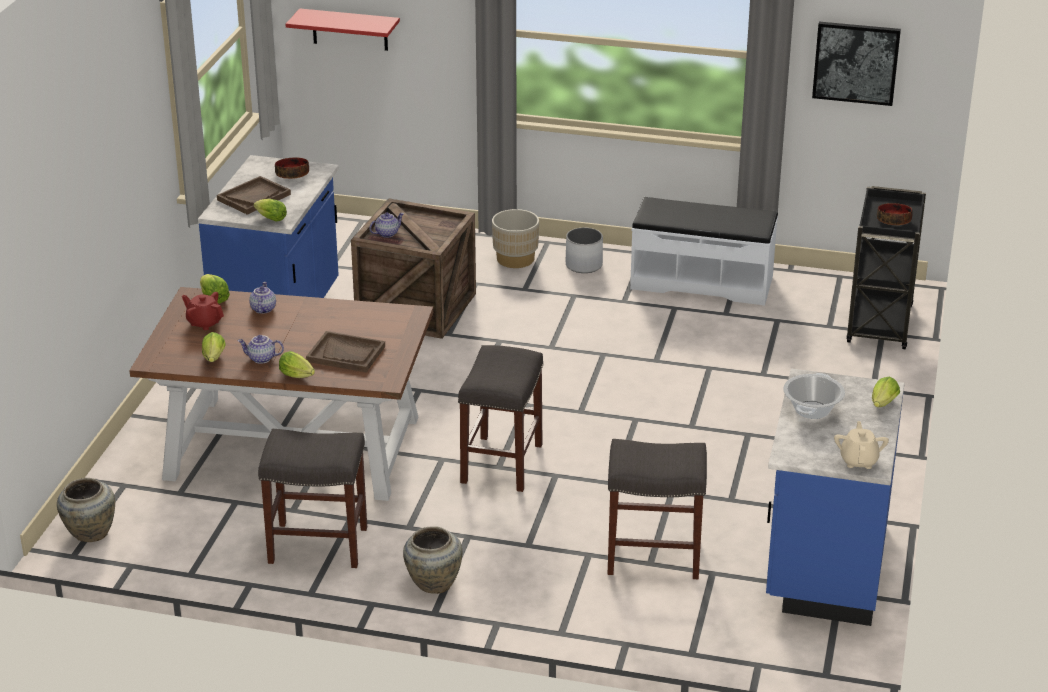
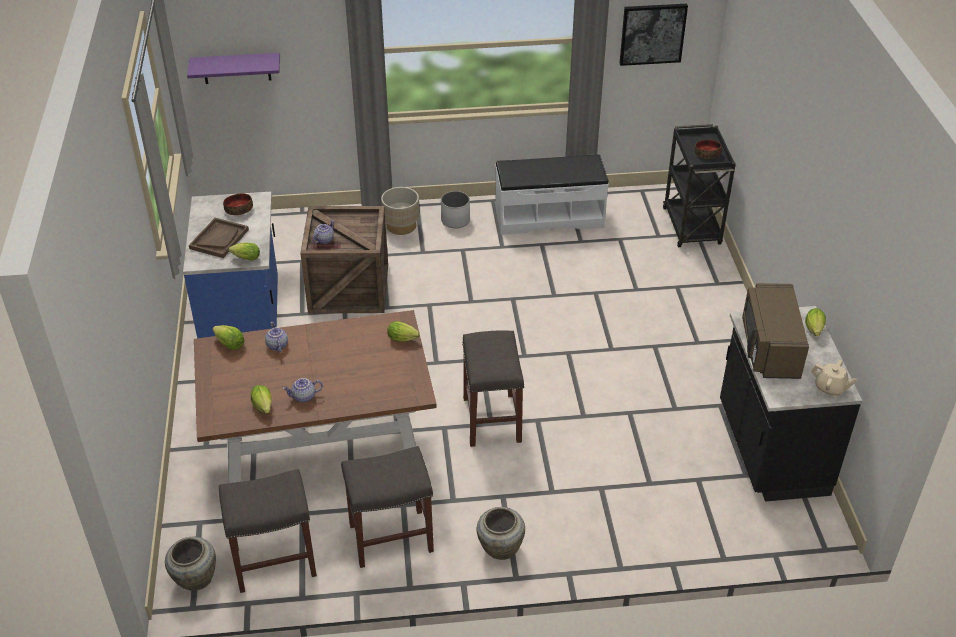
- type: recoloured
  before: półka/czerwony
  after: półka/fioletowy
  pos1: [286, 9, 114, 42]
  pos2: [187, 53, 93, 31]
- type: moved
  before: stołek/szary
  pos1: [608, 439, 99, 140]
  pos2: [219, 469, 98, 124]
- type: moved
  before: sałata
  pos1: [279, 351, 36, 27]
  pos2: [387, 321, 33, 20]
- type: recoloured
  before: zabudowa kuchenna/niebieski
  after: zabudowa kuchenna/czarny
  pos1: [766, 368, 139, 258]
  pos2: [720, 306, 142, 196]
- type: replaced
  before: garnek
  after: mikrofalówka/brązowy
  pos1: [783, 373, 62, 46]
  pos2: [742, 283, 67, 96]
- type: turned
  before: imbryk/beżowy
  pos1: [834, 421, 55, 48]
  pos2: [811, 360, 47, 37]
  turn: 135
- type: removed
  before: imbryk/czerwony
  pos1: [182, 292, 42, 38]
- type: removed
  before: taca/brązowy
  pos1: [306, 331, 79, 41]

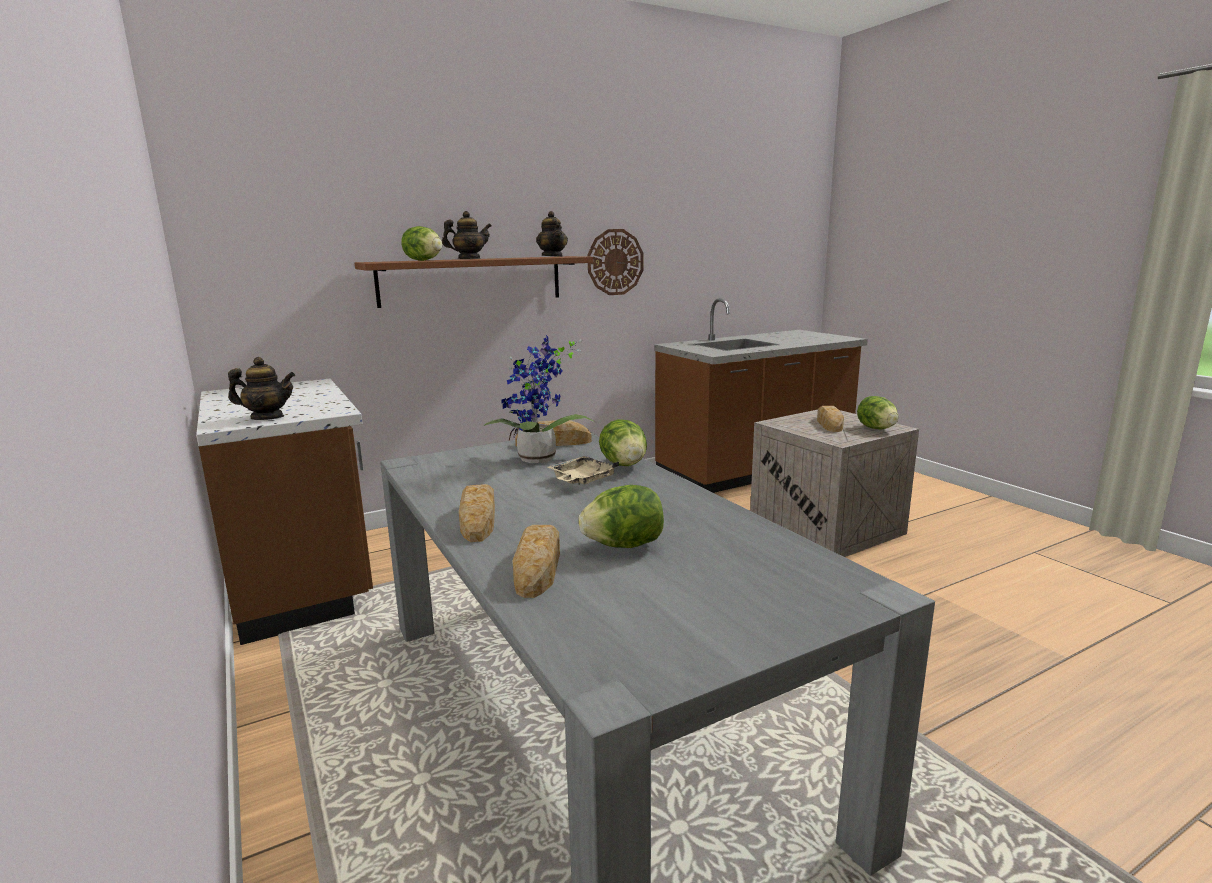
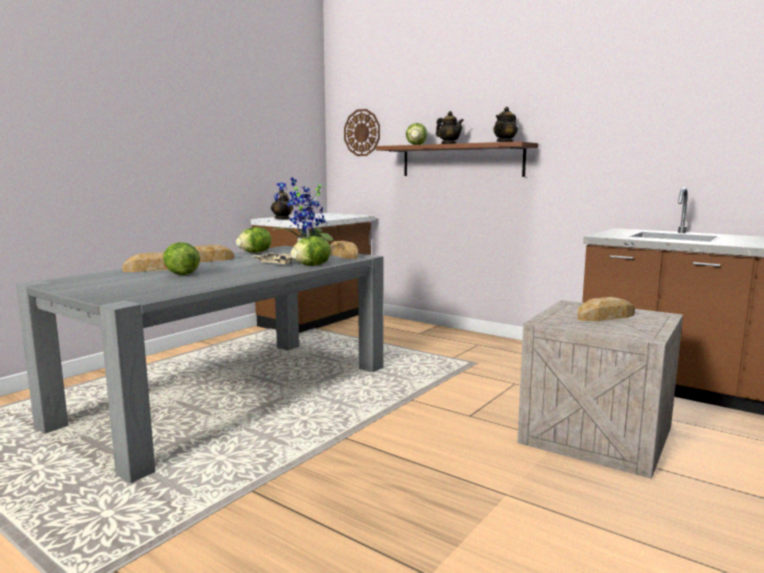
- type: moved
  before: sałata
  pos1: [857, 396, 41, 33]
  pos2: [236, 227, 35, 26]
- type: moved
  before: zegar ścienny
  pos1: [587, 229, 56, 66]
  pos2: [344, 109, 36, 47]

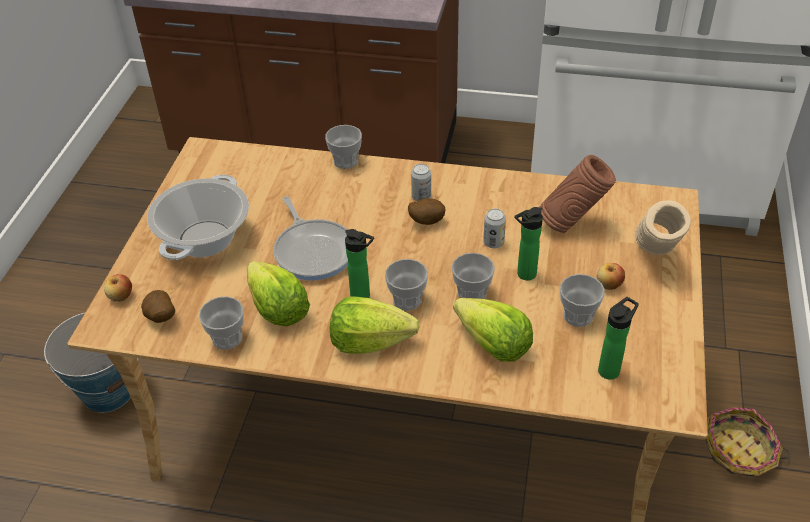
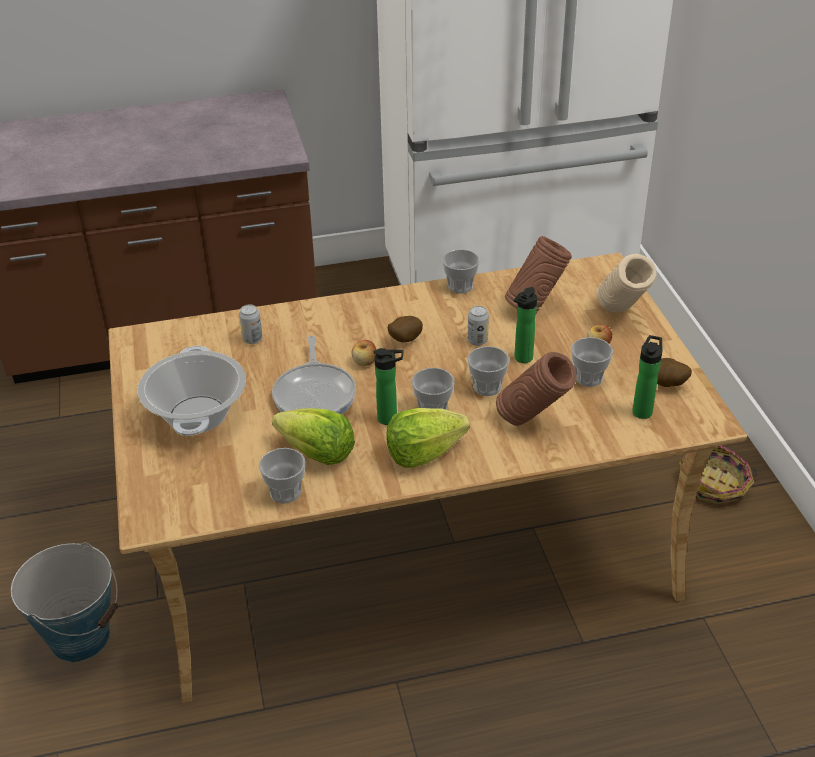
- type: moved
  before: puszka
  pos1: [411, 164, 20, 37]
  pos2: [239, 304, 24, 40]
- type: turned
  before: patelnia
  pos1: [274, 196, 74, 85]
  pos2: [272, 335, 84, 79]
  turn: 45
- type: moved
  before: jabłko
  pos1: [104, 274, 28, 28]
  pos2: [352, 340, 24, 26]
- type: moved
  before: filiżanka
  pos1: [325, 125, 37, 44]
  pos2: [442, 249, 38, 45]
- type: replaced
  before: sałata
  after: wazon/brązowy
  pos1: [453, 298, 80, 64]
  pos2: [496, 352, 81, 74]
- type: moved
  before: ziemniak
  pos1: [141, 290, 34, 33]
  pos2: [657, 358, 35, 29]

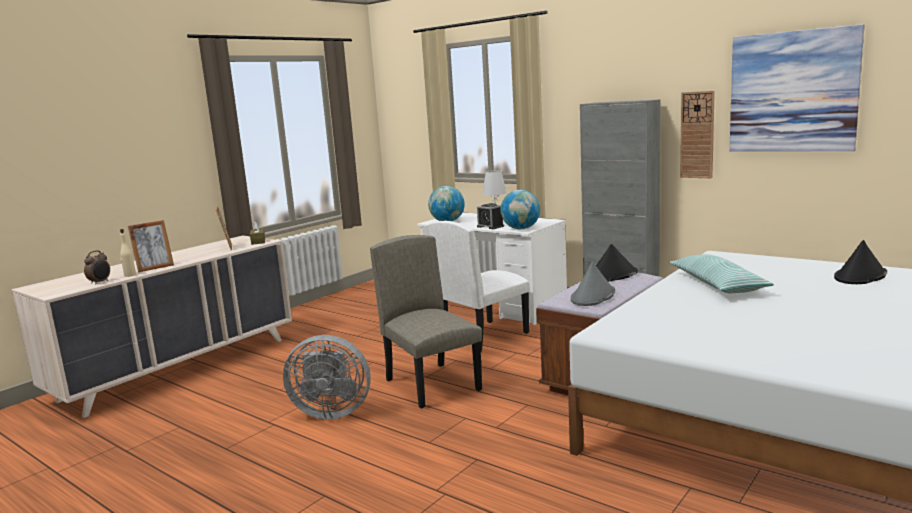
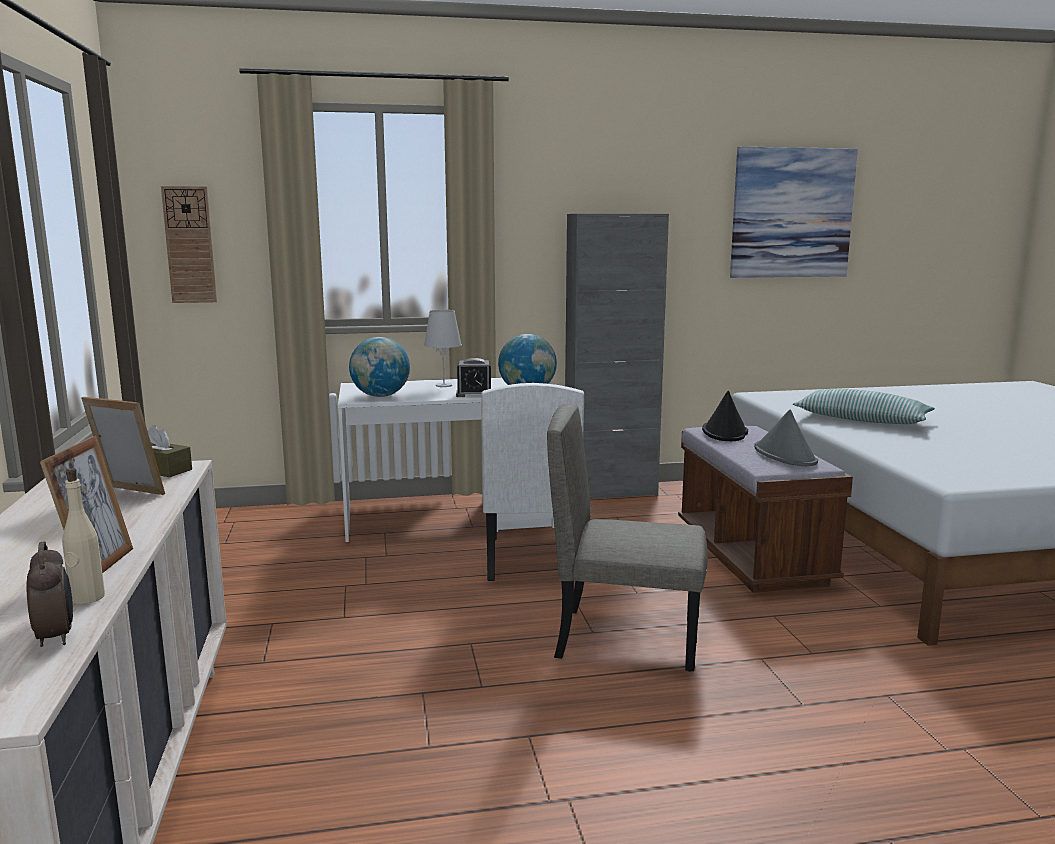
- type: moved
  before: zegar ścienny
  pos1: [680, 91, 35, 87]
  pos2: [161, 186, 56, 117]
- type: removed
  before: wentylator/szary
  pos1: [283, 335, 88, 85]
- type: removed
  before: kapelusz/czarny
  pos1: [834, 240, 53, 44]

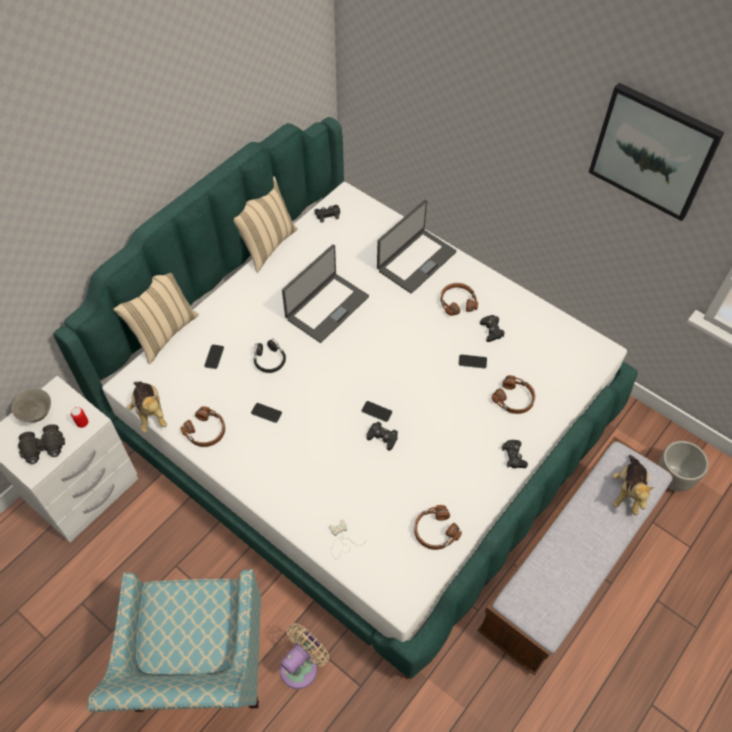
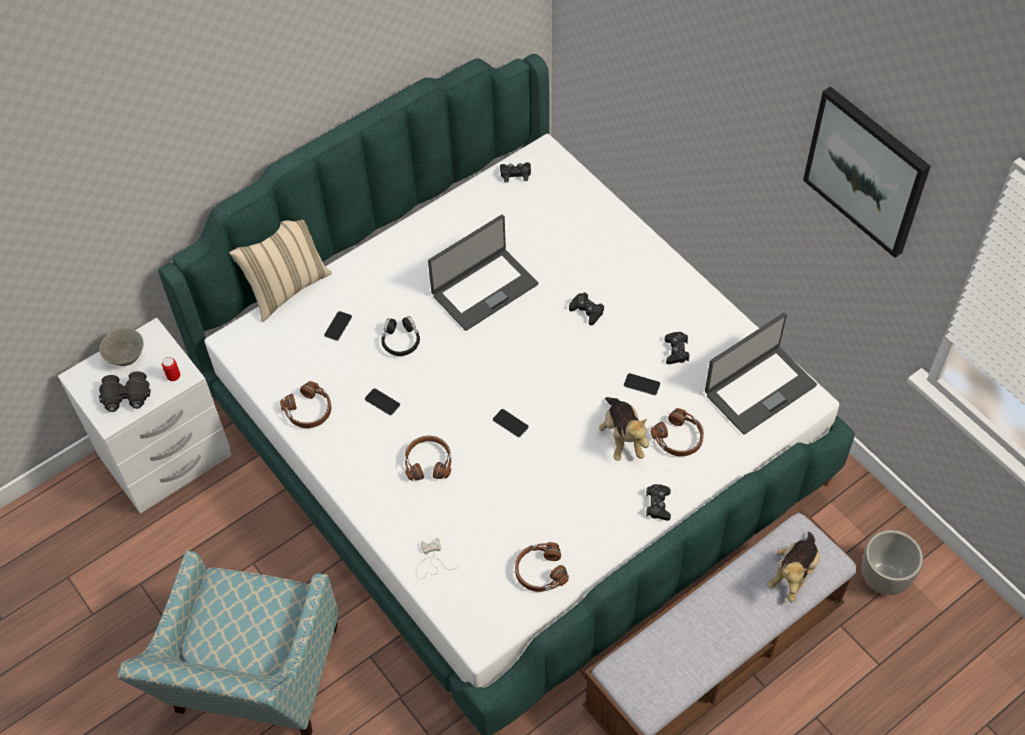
- type: moved
  before: słuchawki/brązowy
  pos1: [441, 283, 37, 33]
  pos2: [405, 436, 46, 45]
- type: moved
  before: pad do gier/czarny
  pos1: [366, 422, 32, 29]
  pos2: [569, 293, 35, 32]
- type: moved
  before: pluszak
  pos1: [127, 382, 40, 51]
  pos2: [599, 397, 50, 64]
- type: moved
  before: laptop
  pos1: [377, 200, 80, 93]
  pos2: [705, 313, 112, 121]
- type: removed
  before: poduszka/beżowy
  pos1: [234, 176, 64, 97]
- type: removed
  before: wentylator/beżowy
  pos1: [280, 623, 49, 66]

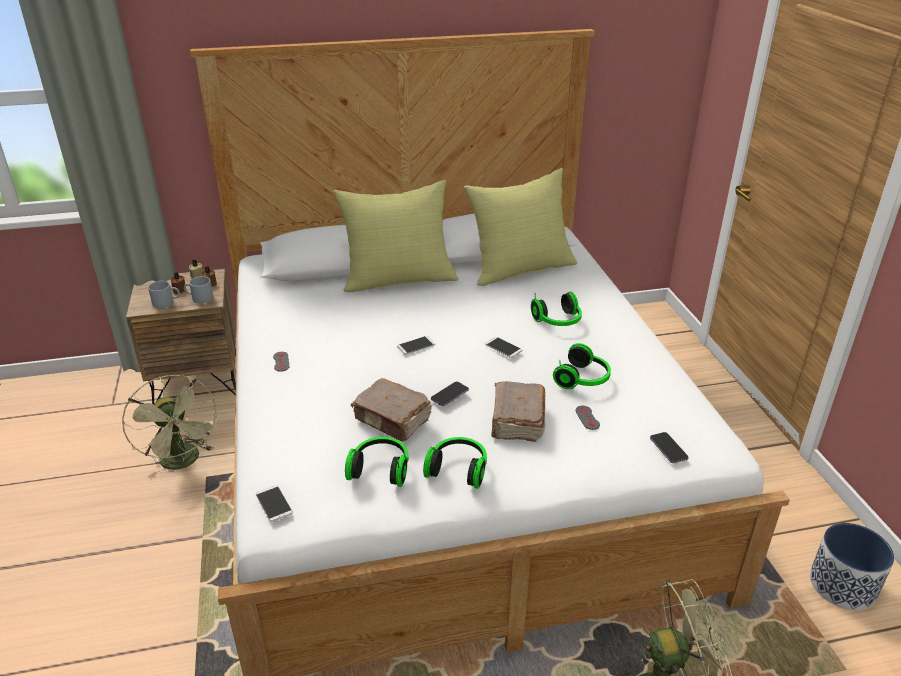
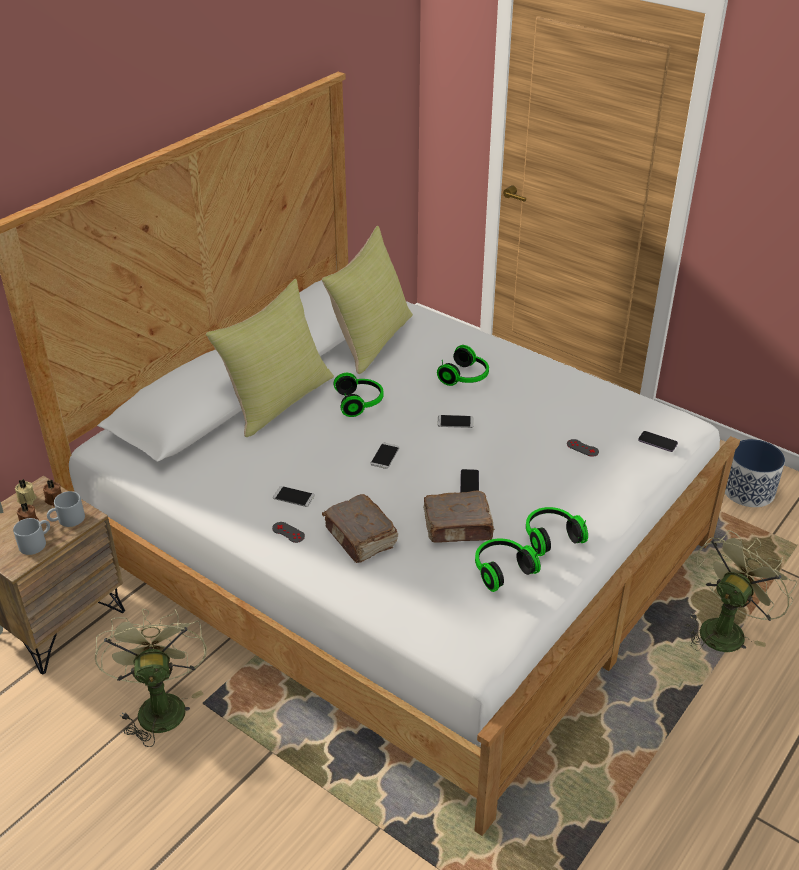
- type: turned
  before: wentylator/zielony
  pos1: [122, 375, 97, 103]
  pos2: [95, 608, 112, 139]
  turn: -120
- type: moved
  before: telefon
  pos1: [256, 485, 37, 37]
  pos2: [273, 486, 42, 21]
- type: moved
  before: książka/brązowy
  pos1: [491, 381, 55, 61]
  pos2: [322, 494, 76, 69]
- type: moved
  before: słuchawki
  pos1: [553, 343, 58, 46]
  pos2: [334, 373, 49, 44]

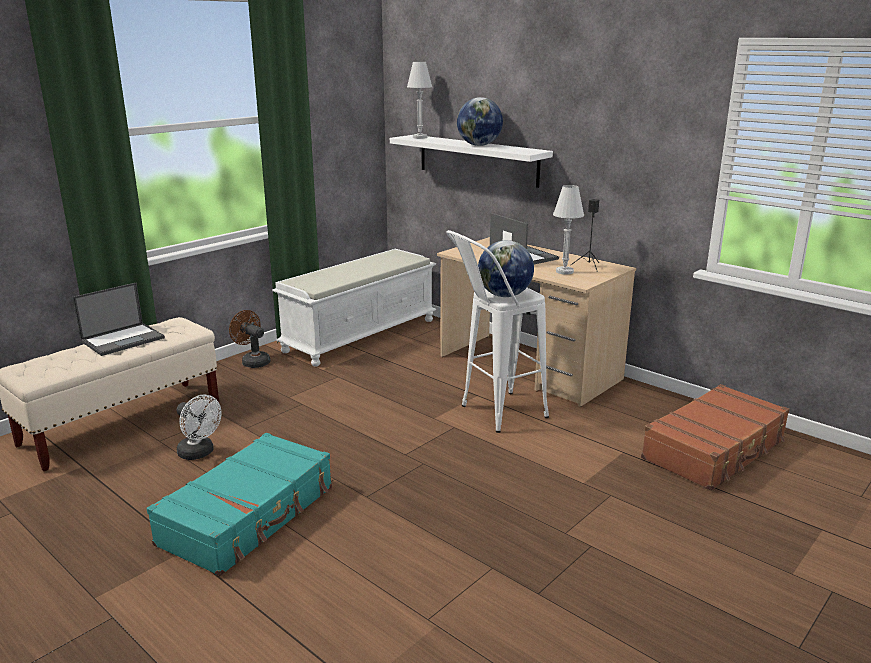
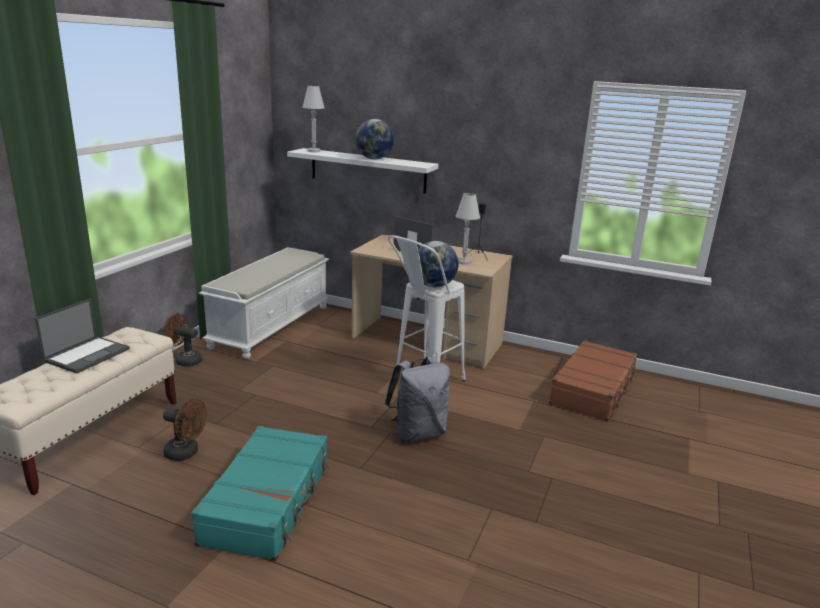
- type: recoloured
  before: wentylator/biały
  after: wentylator/brązowy
  pos1: [177, 395, 44, 65]
  pos2: [163, 398, 44, 63]
- type: added
  after: plecak/szary
  pos2: [384, 356, 66, 86]

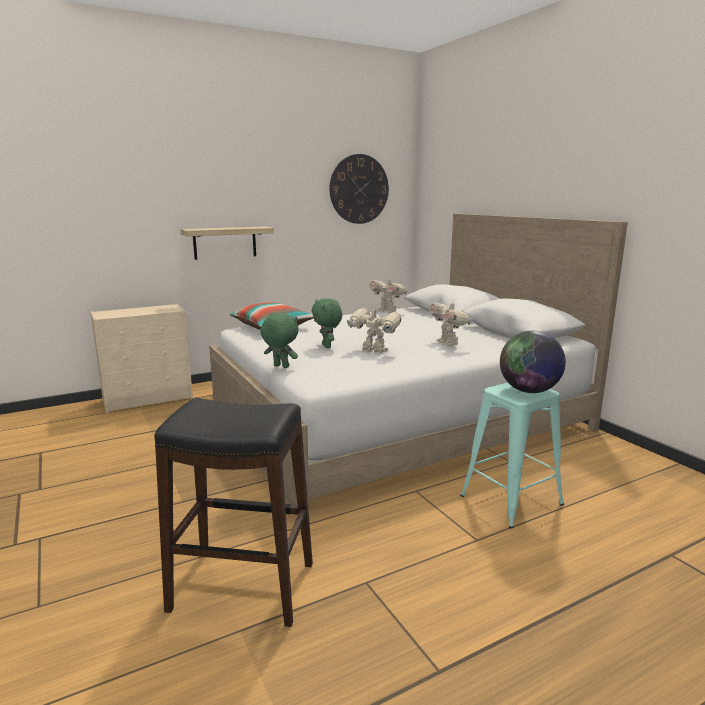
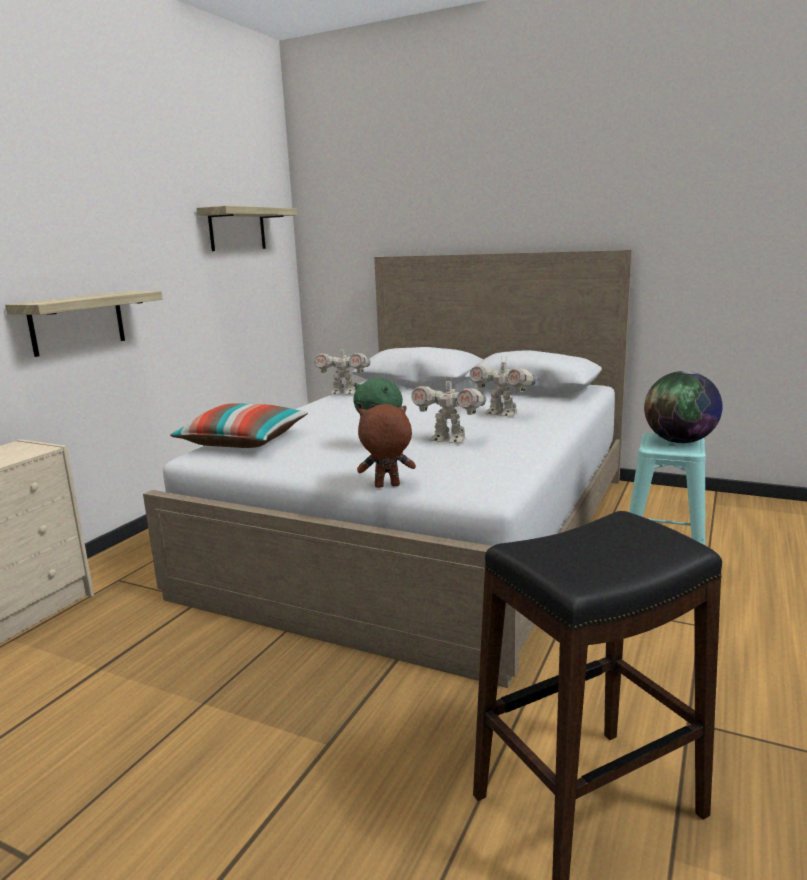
- type: replaced
  before: zegar ścienny
  after: półka
  pos1: [329, 154, 60, 70]
  pos2: [196, 206, 101, 45]
- type: recoloured
  before: pluszak/zielony
  after: pluszak/brązowy
  pos1: [260, 313, 38, 55]
  pos2: [357, 404, 59, 84]
- type: turned
  before: robot zabawkowy
  pos1: [347, 305, 54, 48]
  pos2: [411, 374, 75, 69]
  turn: -150

